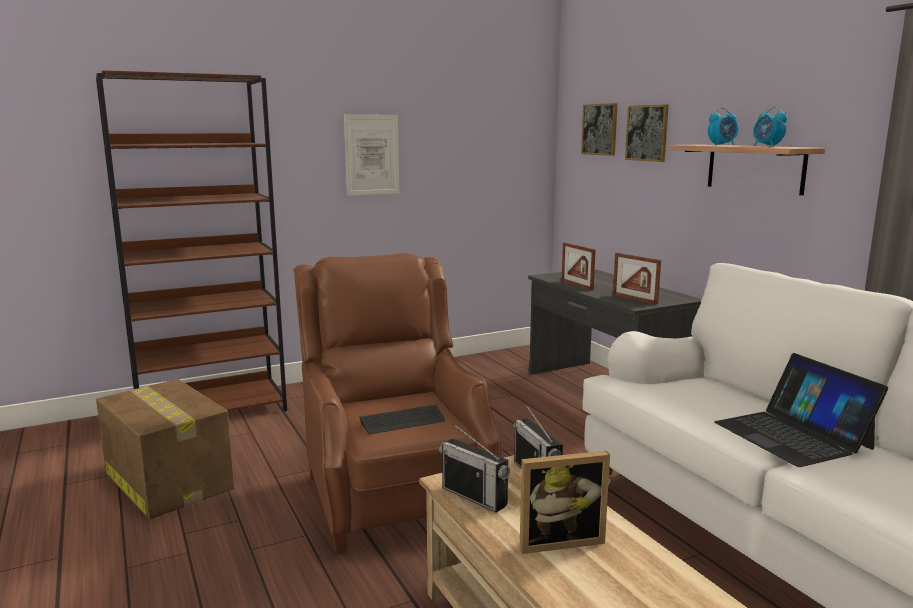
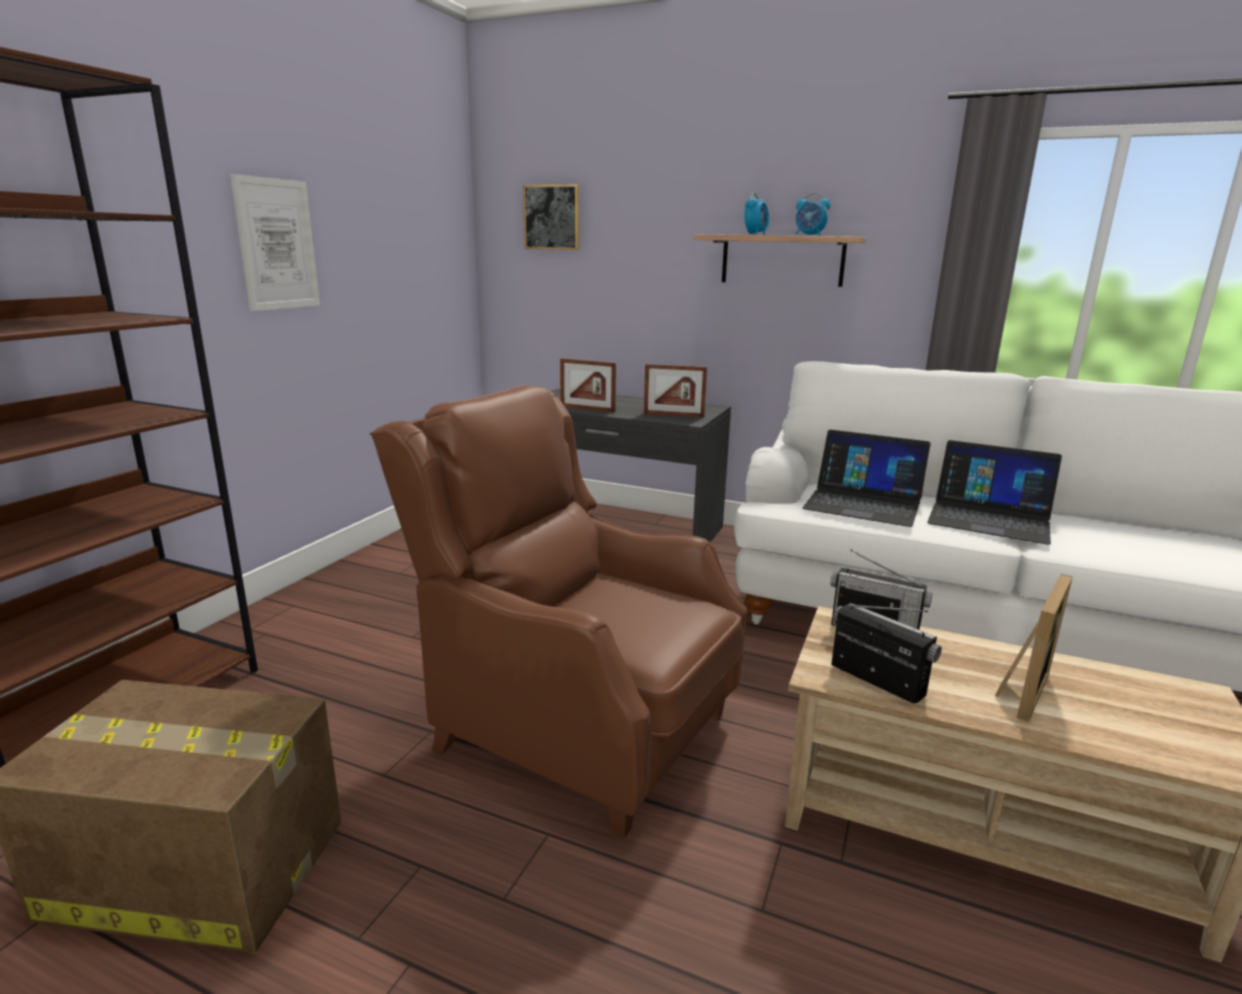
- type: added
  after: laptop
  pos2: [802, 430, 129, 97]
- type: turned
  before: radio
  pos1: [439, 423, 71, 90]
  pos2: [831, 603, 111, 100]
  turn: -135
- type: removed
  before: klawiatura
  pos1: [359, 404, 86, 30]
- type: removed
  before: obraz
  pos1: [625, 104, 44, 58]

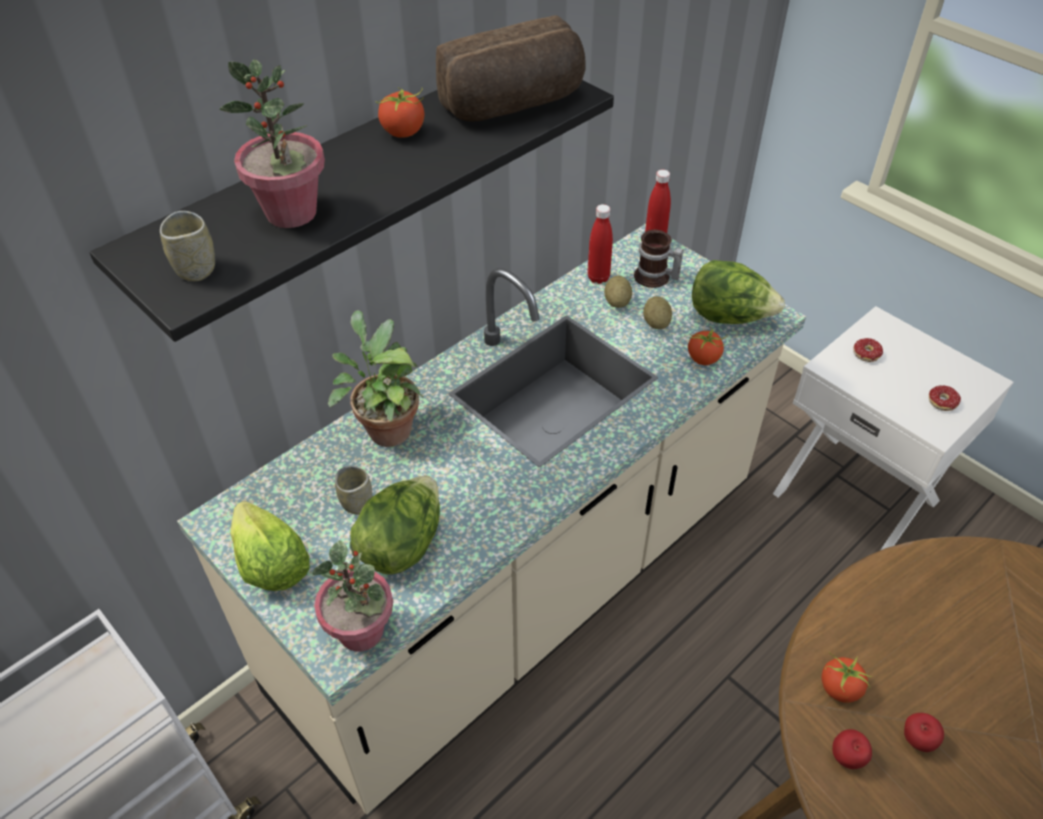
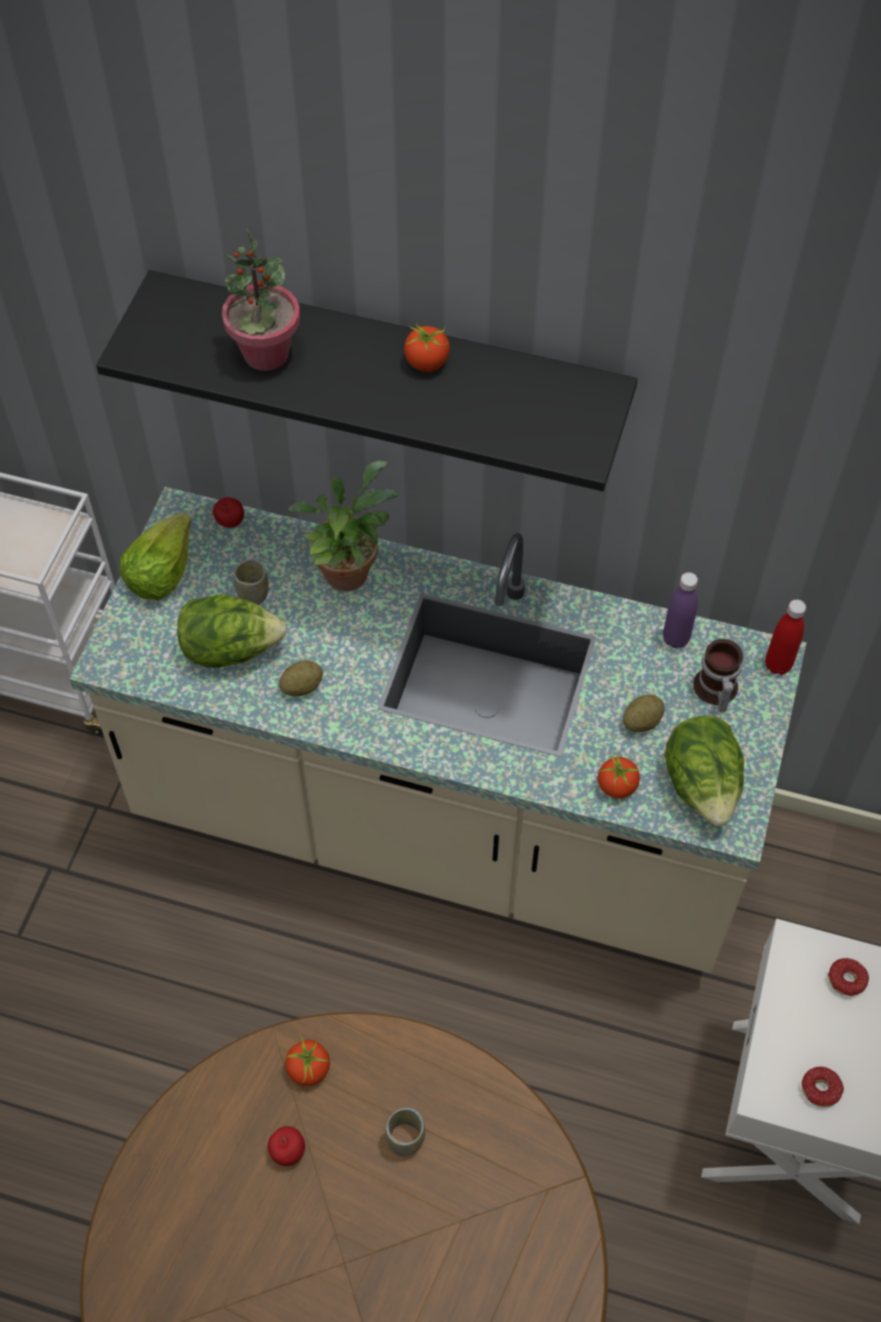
- type: moved
  before: jabłko
  pos1: [832, 729, 40, 40]
  pos2: [213, 497, 31, 31]
- type: moved
  before: ziemniak
  pos1: [604, 275, 28, 33]
  pos2: [279, 661, 44, 35]
- type: moved
  before: filiżanka
  pos1: [160, 211, 55, 71]
  pos2: [385, 1107, 40, 50]
- type: recoloured
  before: butelka/czerwony
  after: butelka/fioletowy
  pos1: [588, 204, 25, 80]
  pos2: [663, 572, 35, 76]
- type: removed
  before: roślina doniczkowa
  pos1: [312, 540, 81, 112]
- type: removed
  before: chleb
  pos1: [436, 15, 150, 106]

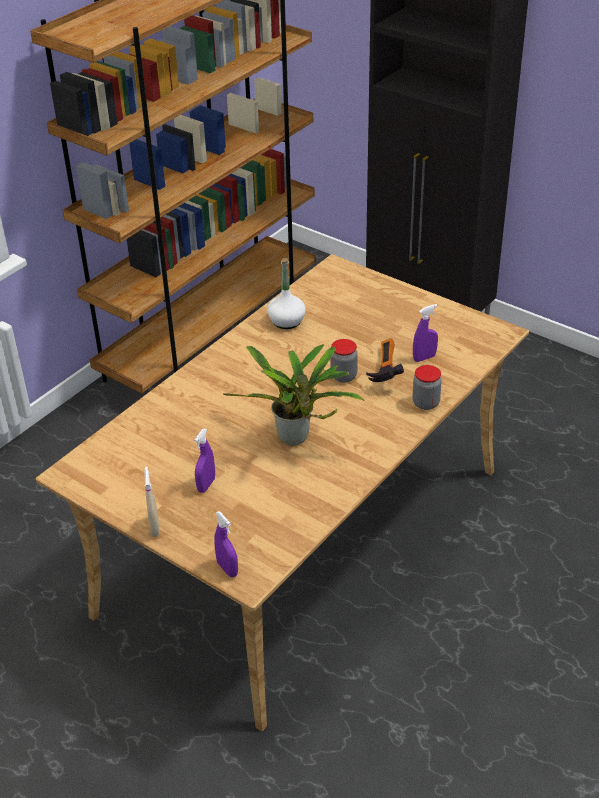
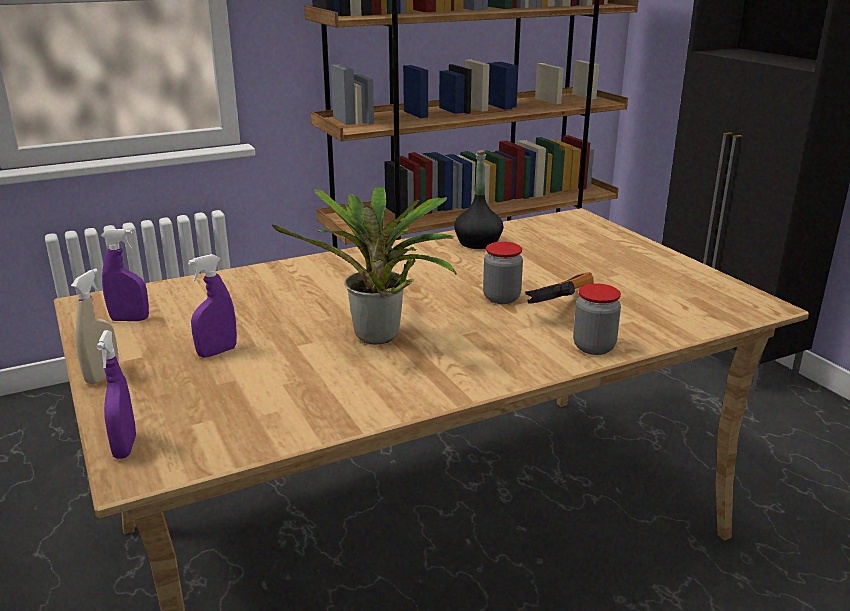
- type: moved
  before: spryskiwacz/fioletowy
  pos1: [413, 304, 25, 58]
  pos2: [101, 229, 48, 92]
- type: recoloured
  before: butelka/biały
  after: butelka/czarny
  pos1: [267, 258, 39, 71]
  pos2: [454, 150, 50, 99]

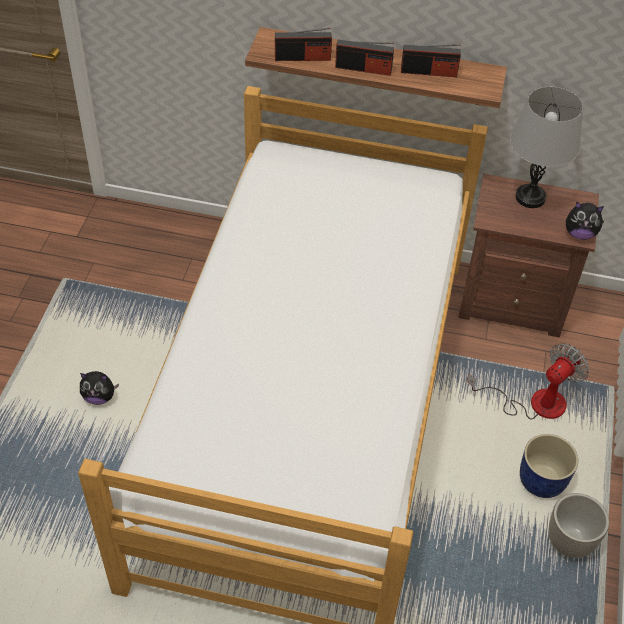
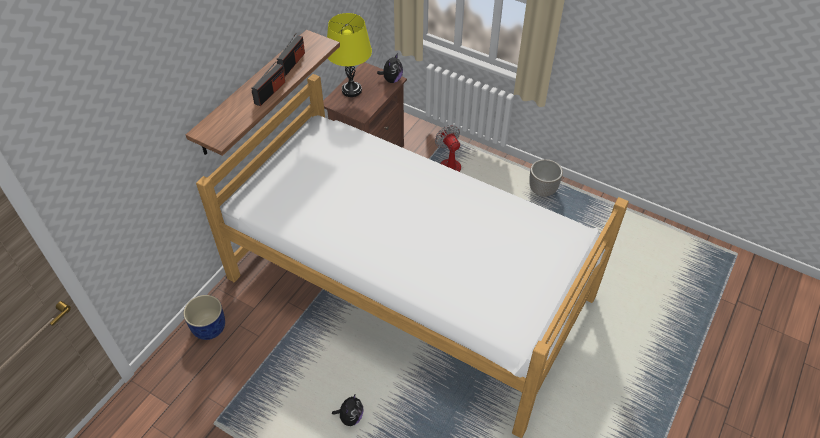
- type: moved
  before: donica/niebieski
  pos1: [520, 434, 58, 64]
  pos2: [183, 295, 42, 45]
- type: recoloured
  before: lampa stołowa/szary
  after: lampa stołowa/żółty
  pos1: [510, 87, 73, 121]
  pos2: [327, 13, 45, 84]
- type: removed
  before: radio
  pos1: [275, 28, 57, 33]

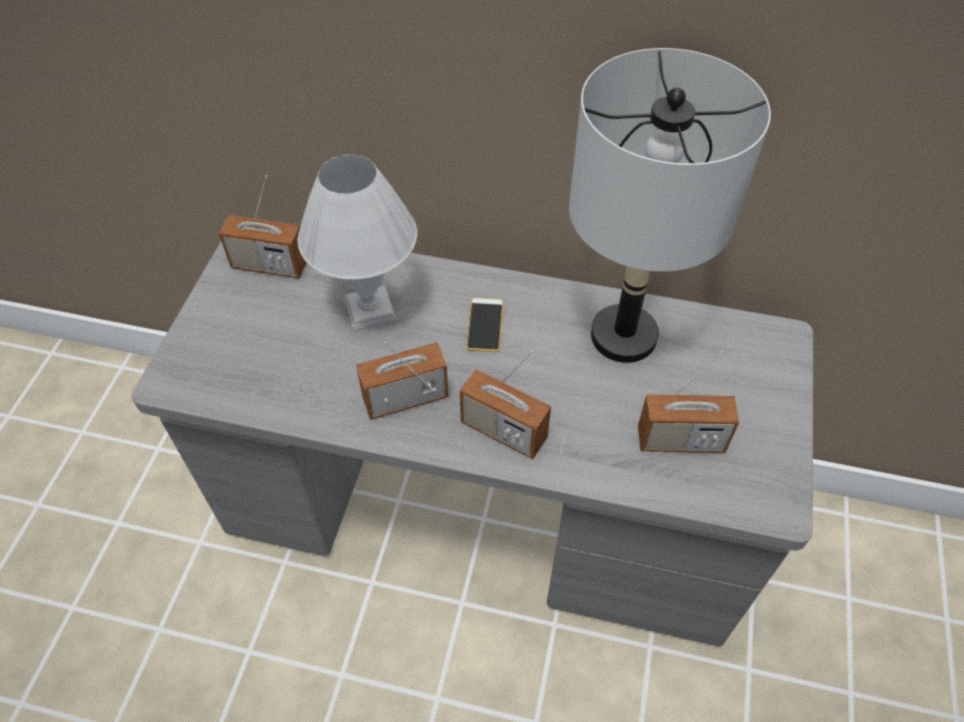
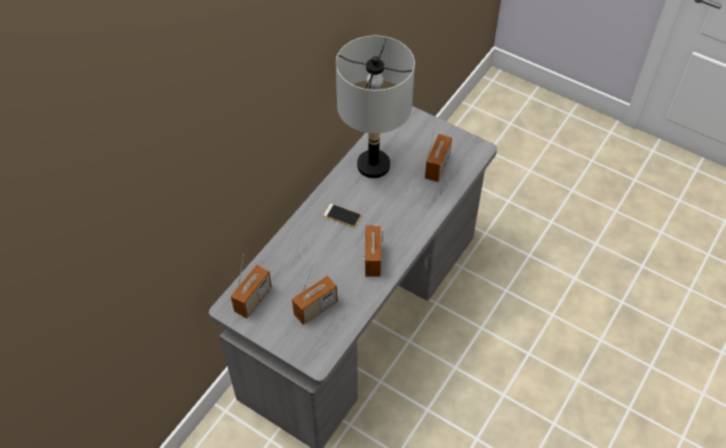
- type: moved
  before: radio
  pos1: [460, 350, 91, 109]
  pos2: [292, 262, 46, 63]
- type: removed
  before: lampa stołowa/biały
  pos1: [298, 154, 119, 177]

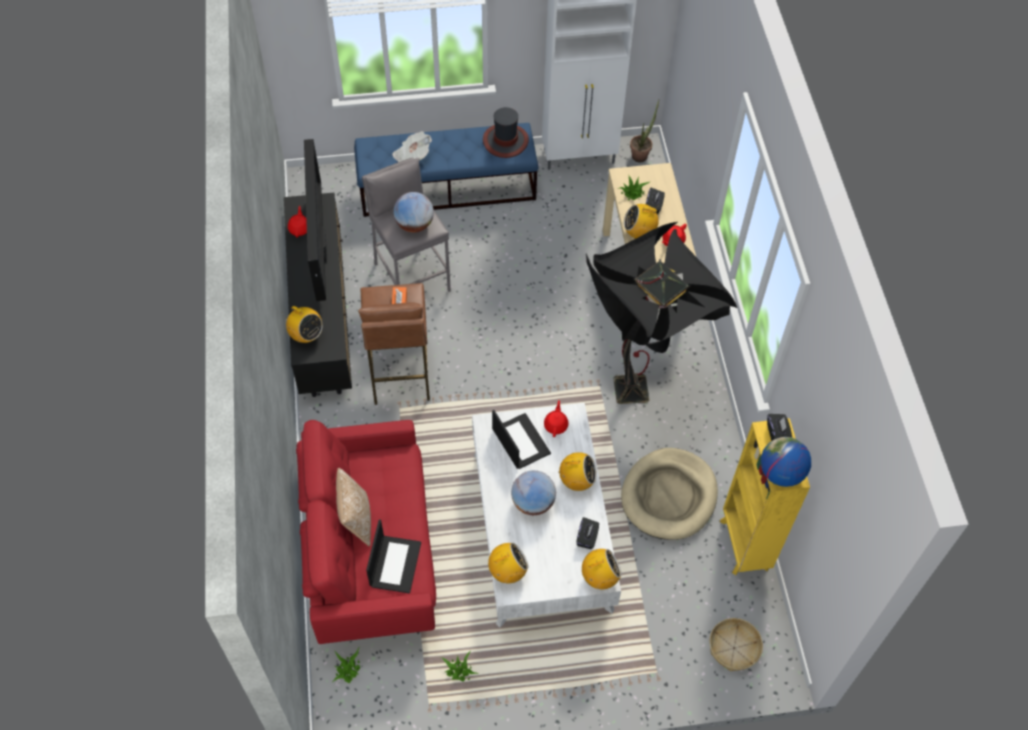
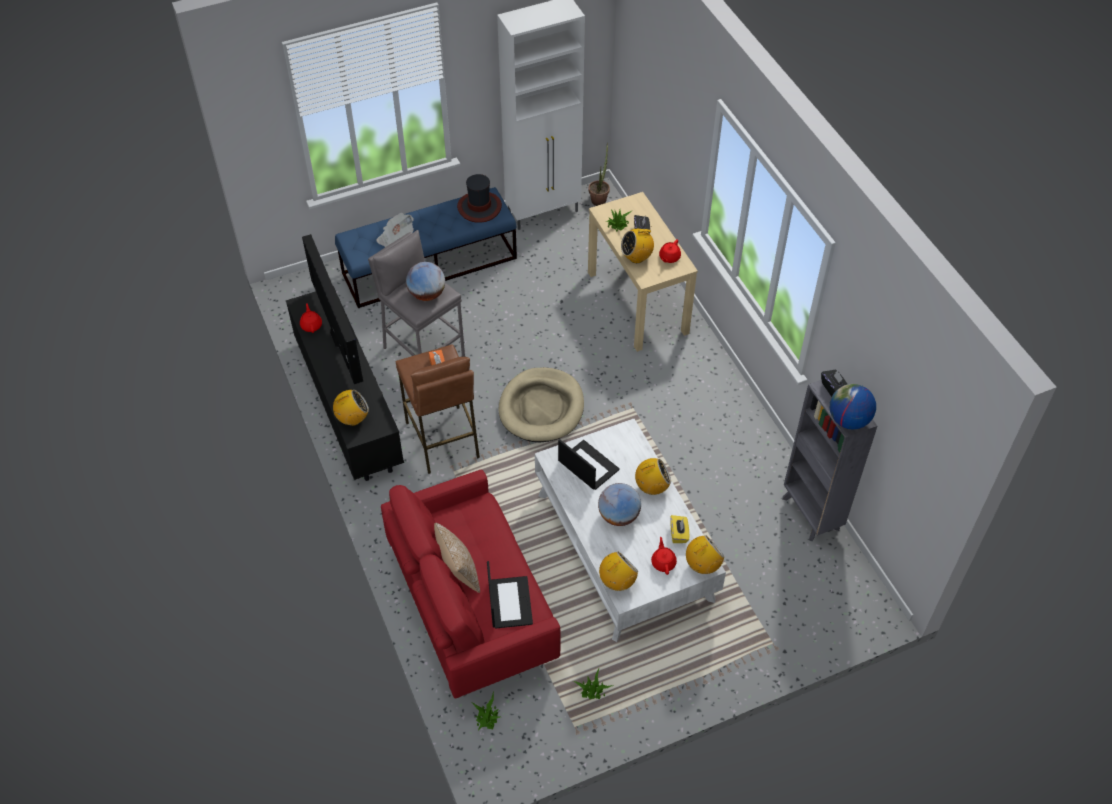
- type: turned
  before: radio
  pos1: [282, 306, 41, 37]
  pos2: [333, 390, 36, 36]
  turn: -45
- type: moved
  before: legowisko/beżowy
  pos1: [621, 448, 97, 92]
  pos2: [498, 367, 86, 75]
- type: moved
  before: imbryk/czerwony
  pos1: [544, 400, 24, 37]
  pos2: [651, 537, 26, 38]
- type: recoloured
  before: pudełko chusteczek/czarny
  after: pudełko chusteczek/żółty
  pos1: [576, 517, 23, 32]
  pos2: [670, 515, 19, 28]
- type: recoloured
  before: regał/żółty
  after: regał/szary
  pos1: [720, 418, 90, 157]
  pos2: [782, 380, 95, 162]
- type: removed
  before: lampa stojąca/czarny
  pos1: [586, 222, 151, 182]
- type: removed
  before: koszyk
  pos1: [709, 618, 54, 53]

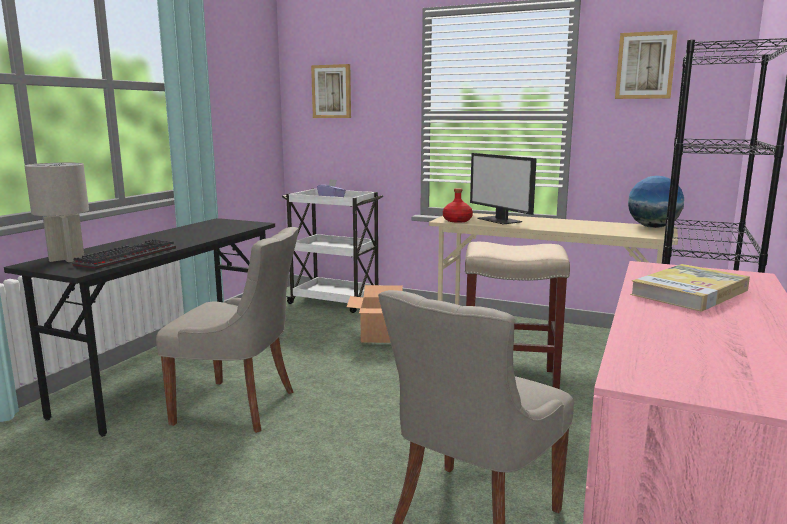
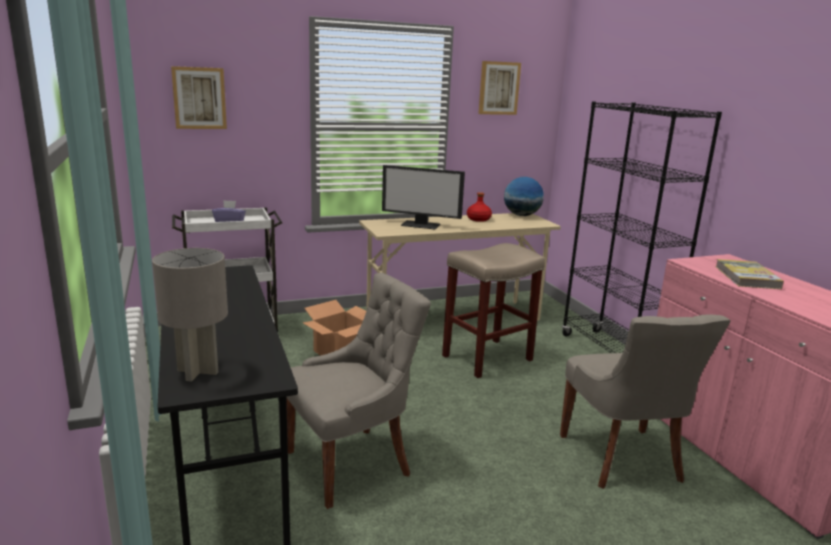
- type: moved
  before: butelka/czerwony
  pos1: [443, 188, 30, 35]
  pos2: [467, 192, 25, 30]
- type: removed
  before: klawiatura
  pos1: [72, 239, 104, 31]

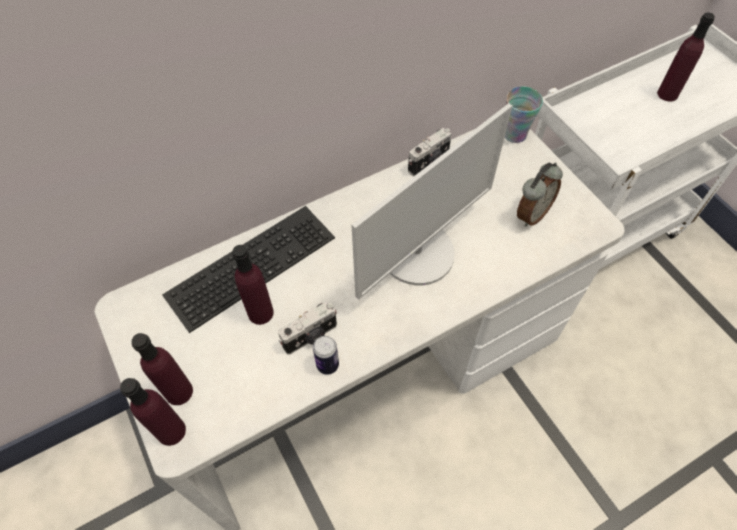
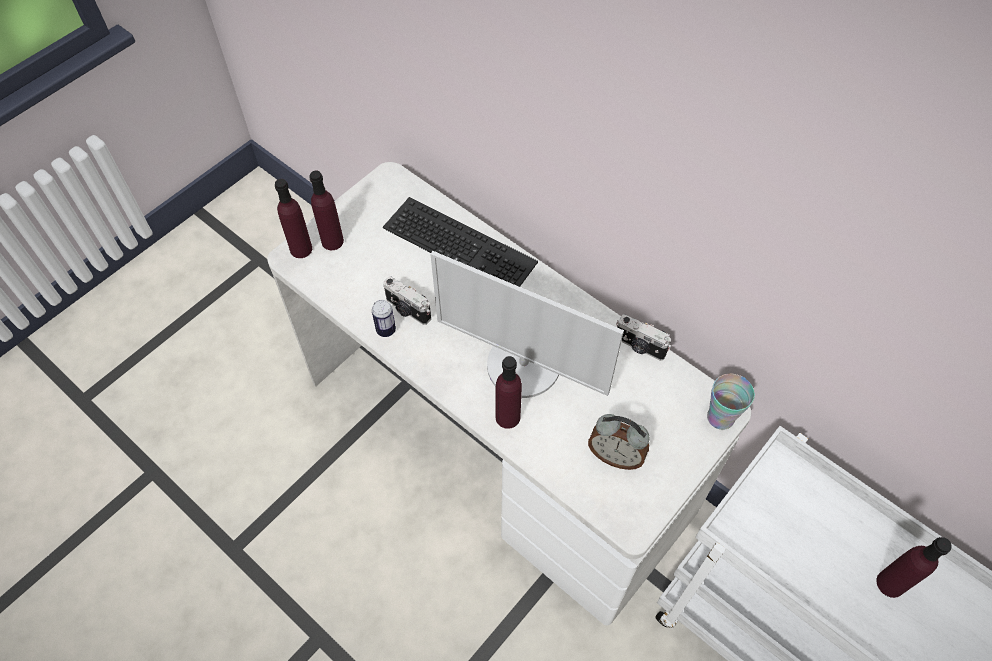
- type: moved
  before: butelka/fioletowy
  pos1: [232, 245, 42, 80]
  pos2: [495, 356, 27, 73]

